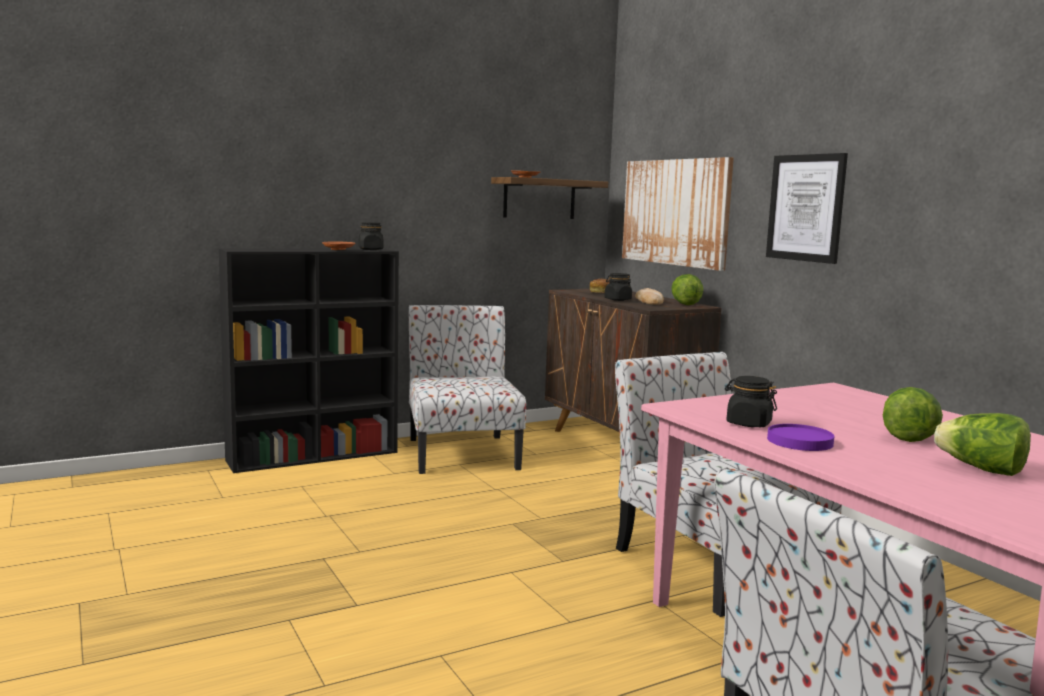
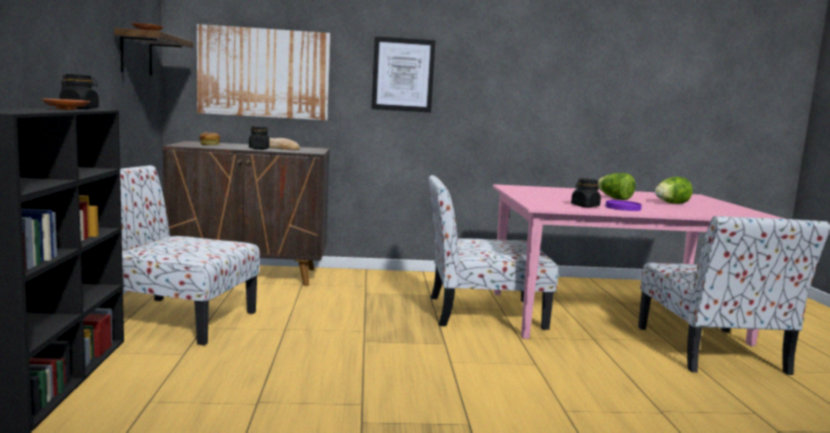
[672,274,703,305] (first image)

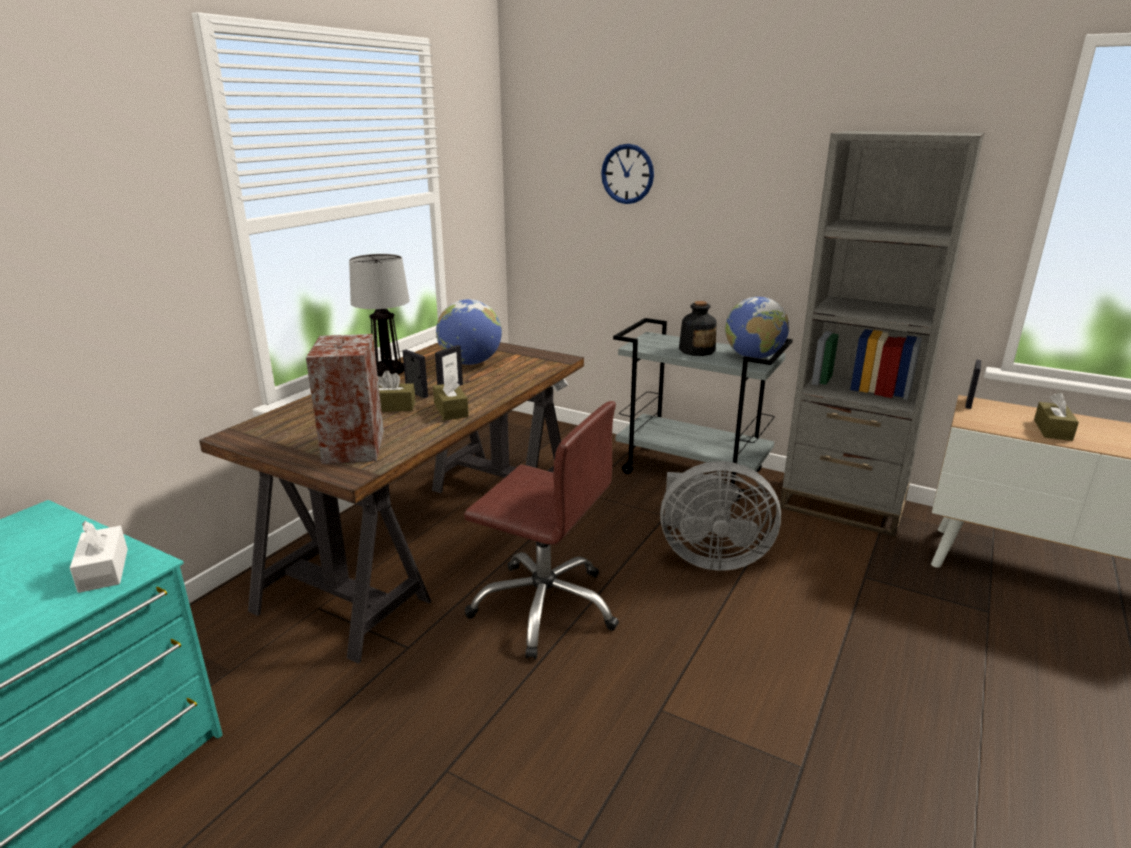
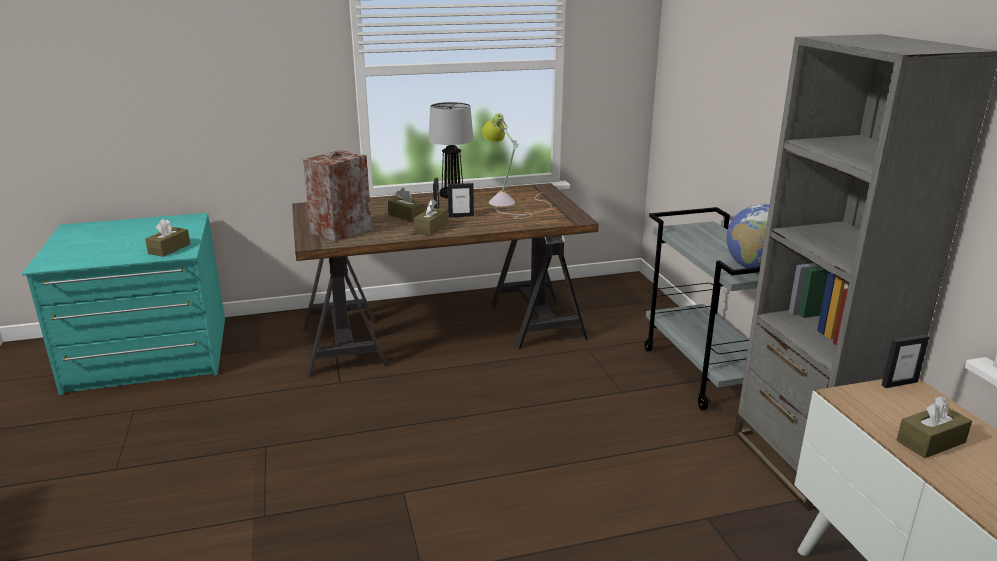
[601,144,654,204] (first image)
[482,113,552,219]
[679,301,717,356] (first image)
[464,401,619,659] (first image)
[660,461,781,571] (first image)
[145,218,190,257]

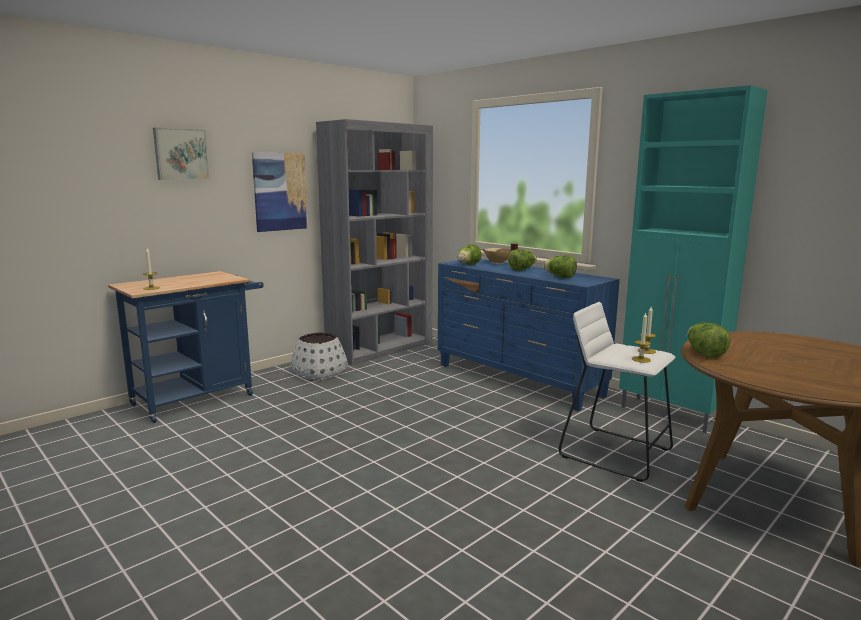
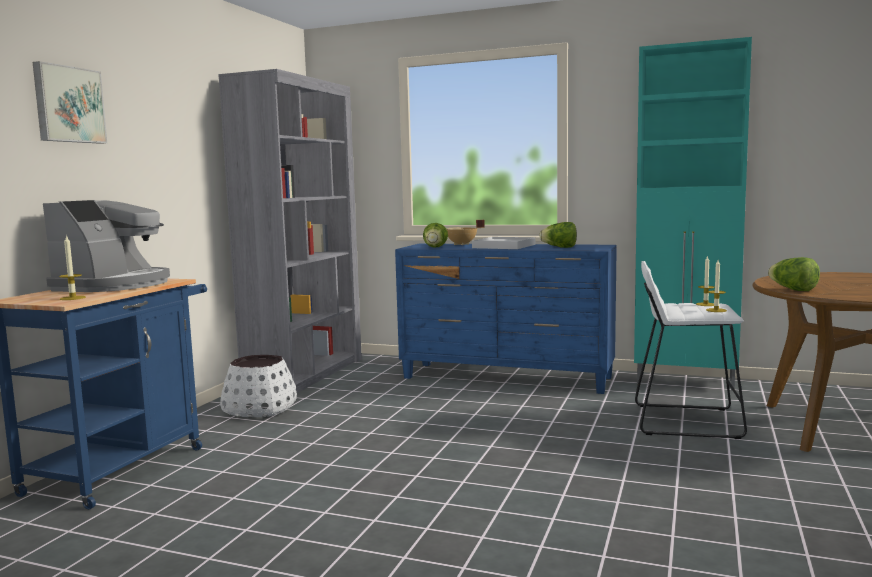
[252,152,308,232] (first image)
[472,237,535,249]
[43,200,170,292]

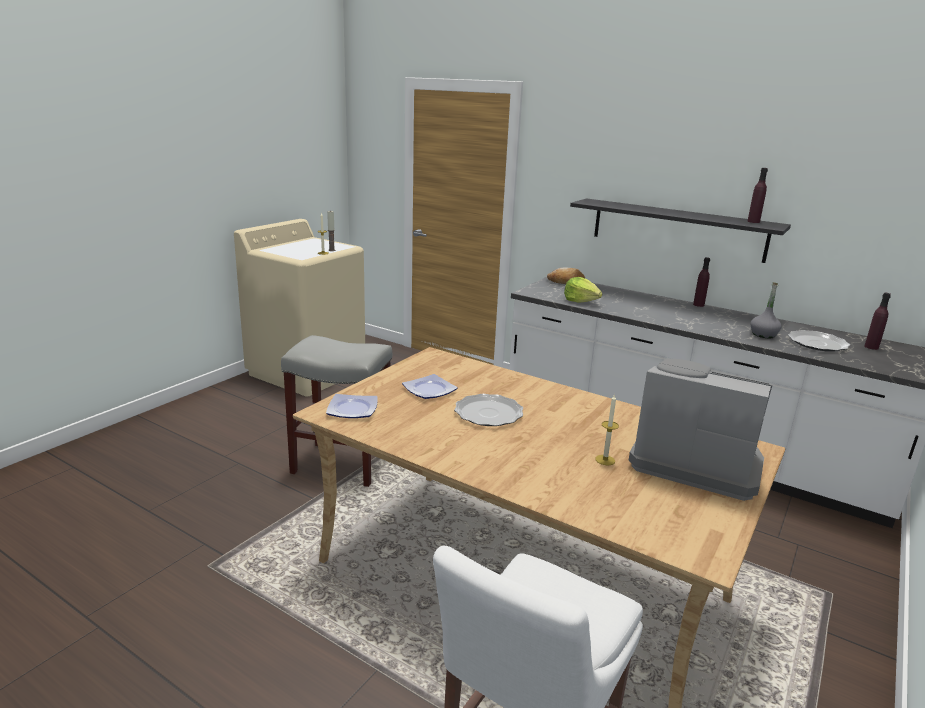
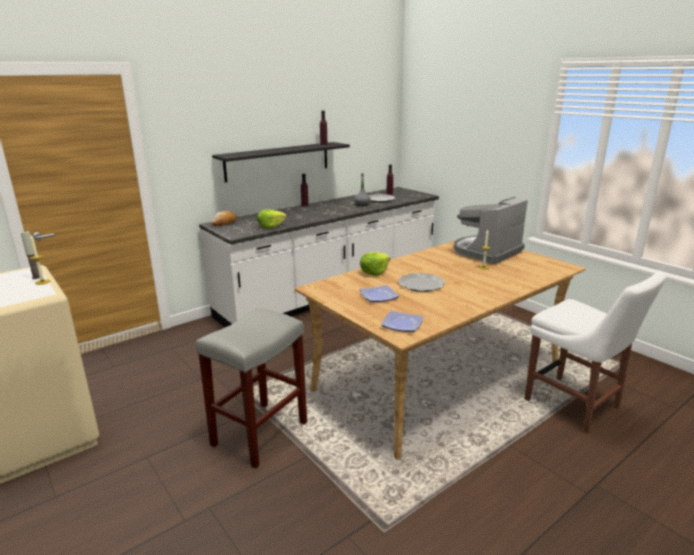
[360,252,390,276]

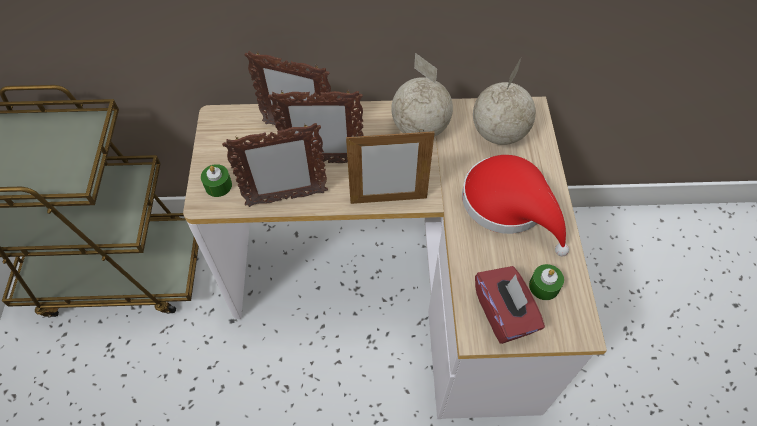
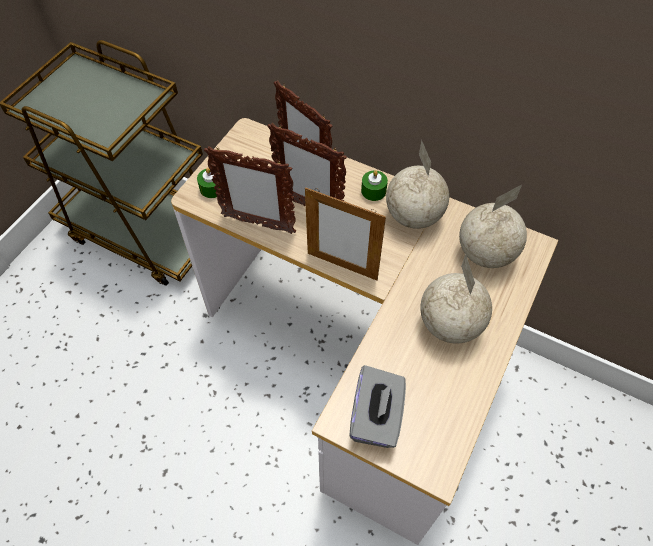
[420,254,492,344]
[361,170,388,201]
[349,365,406,448]

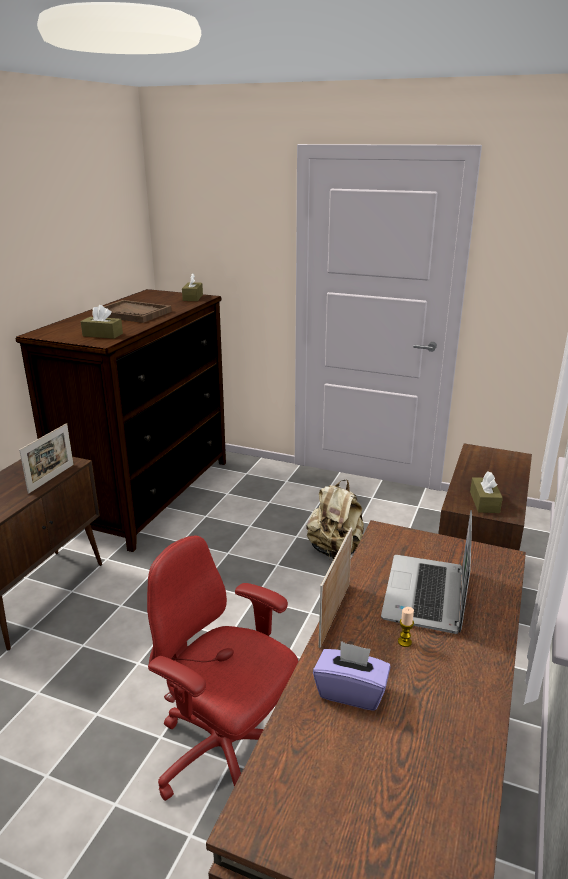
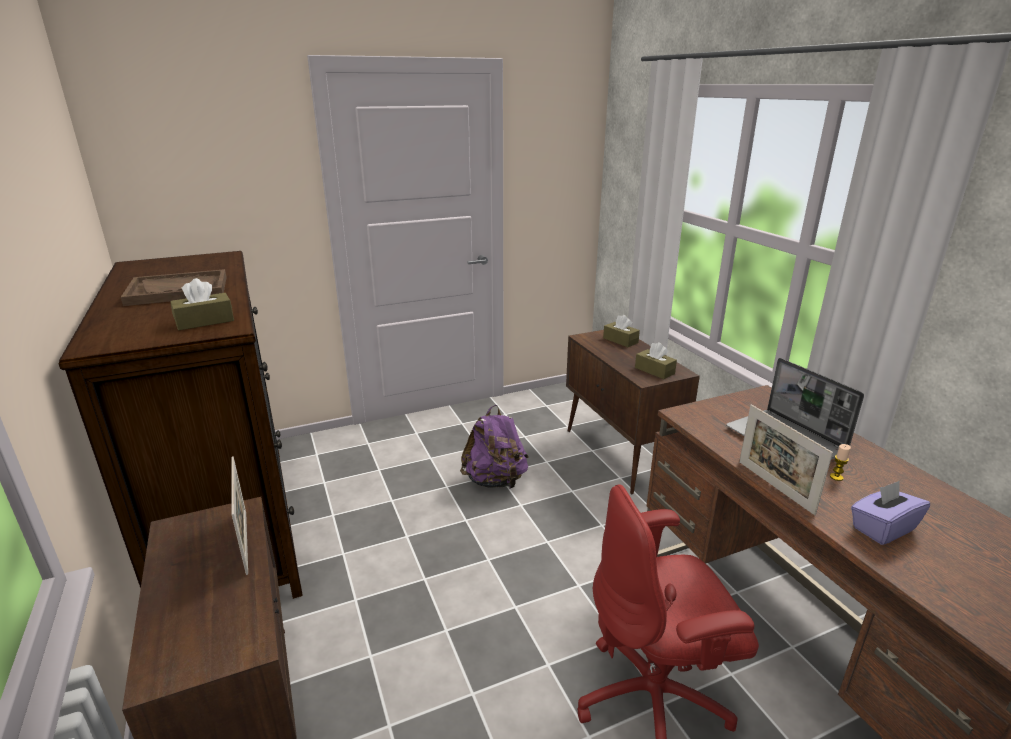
[603,315,640,347]
[460,405,529,489]

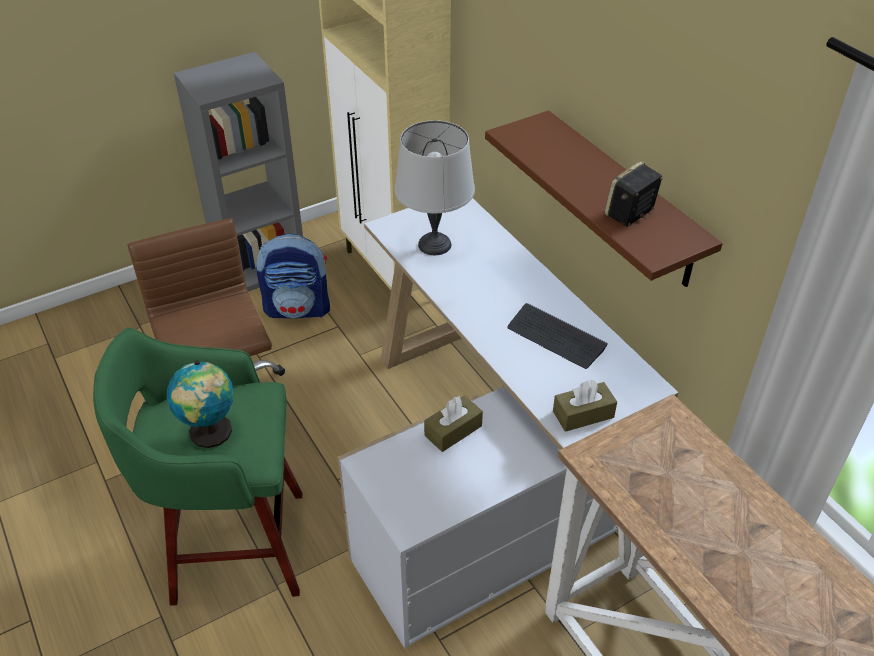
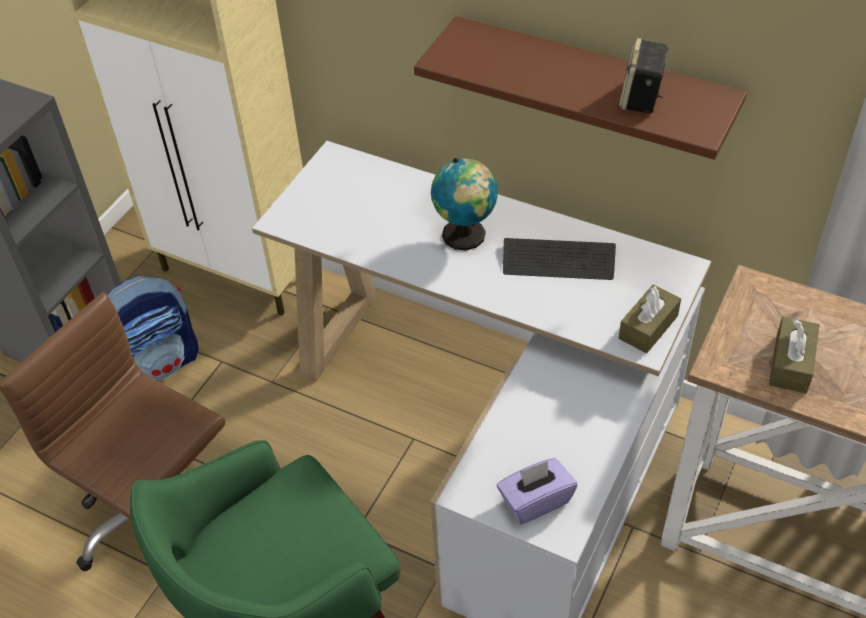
[395,120,475,255] (first image)
[431,158,498,251]
[769,317,819,394]
[497,458,577,525]

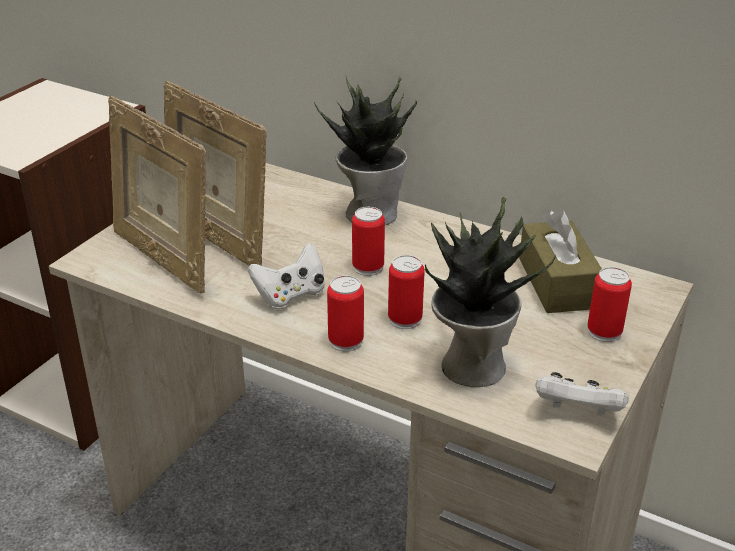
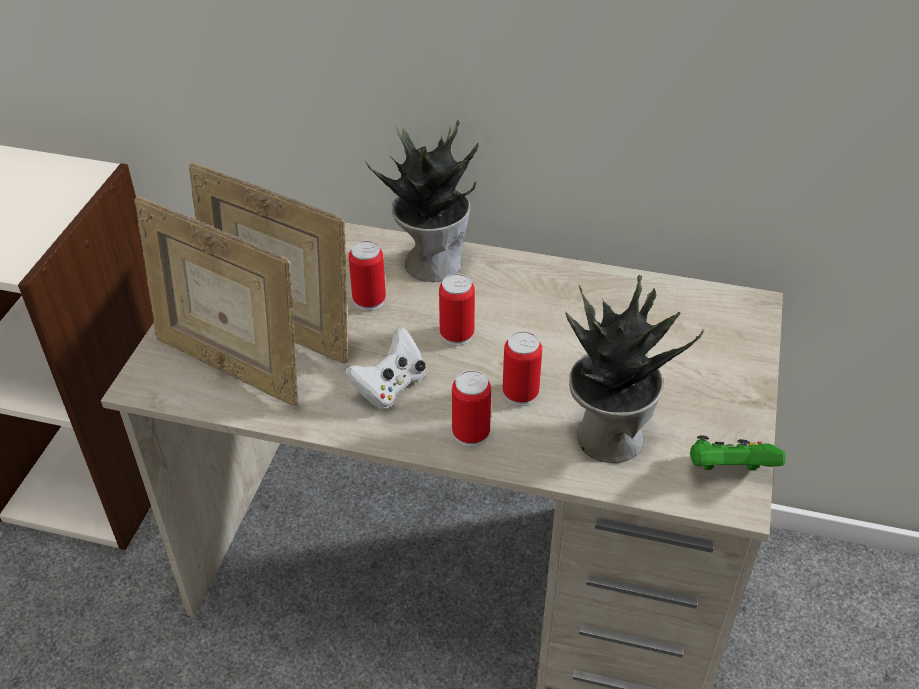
[519,210,602,313] (first image)
[349,240,386,311]
[690,435,786,470]

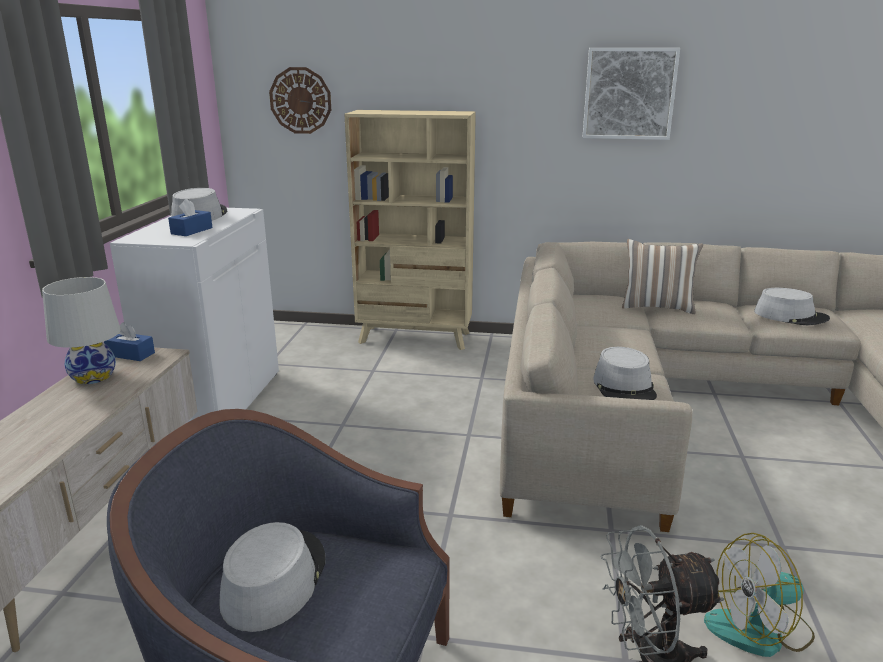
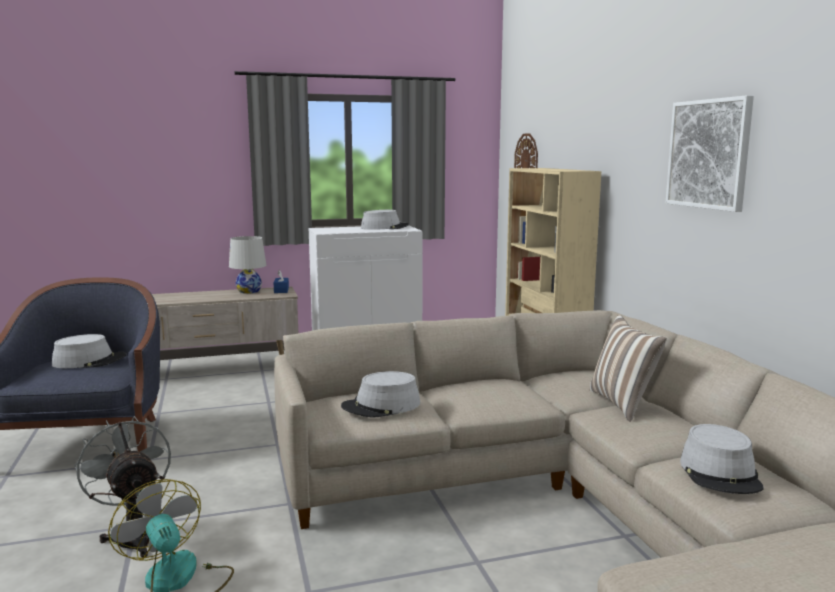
[168,198,213,236] (first image)

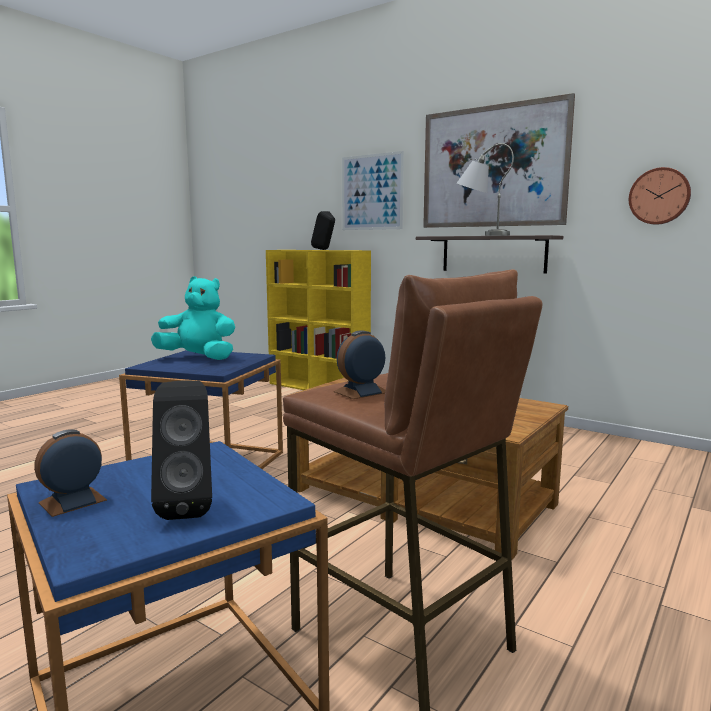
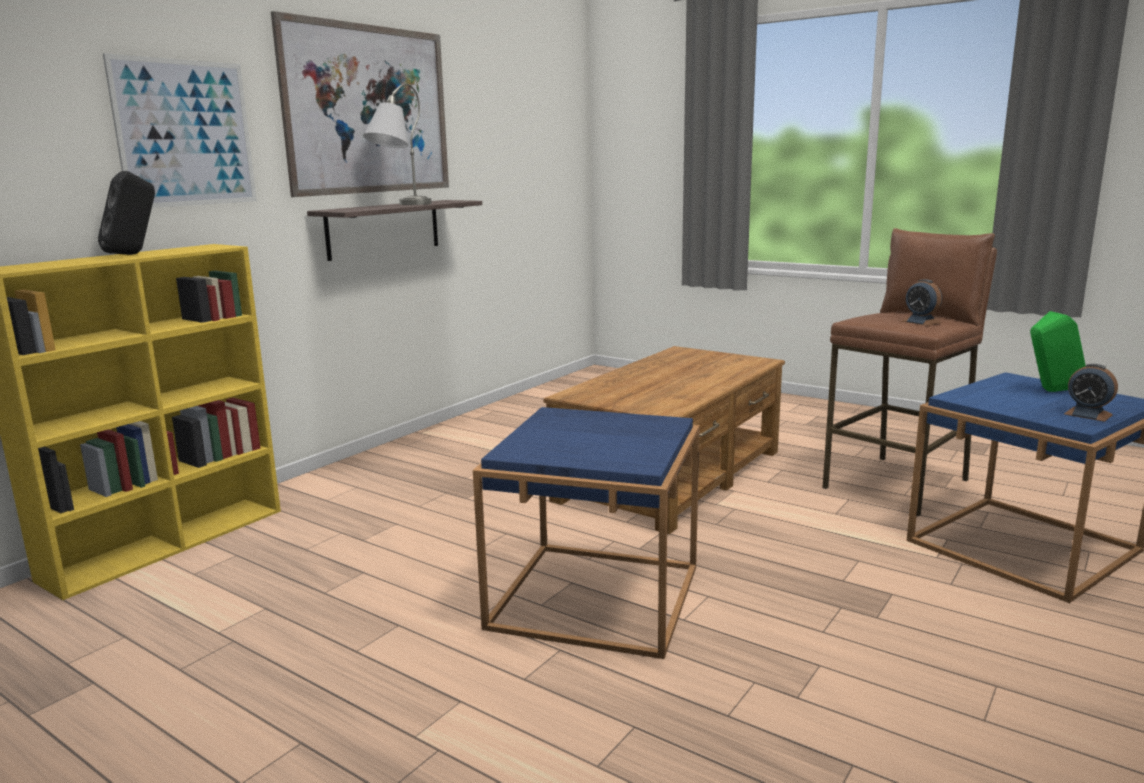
[629,167,691,225] (first image)
[151,276,235,360] (first image)
[1030,311,1086,392]

